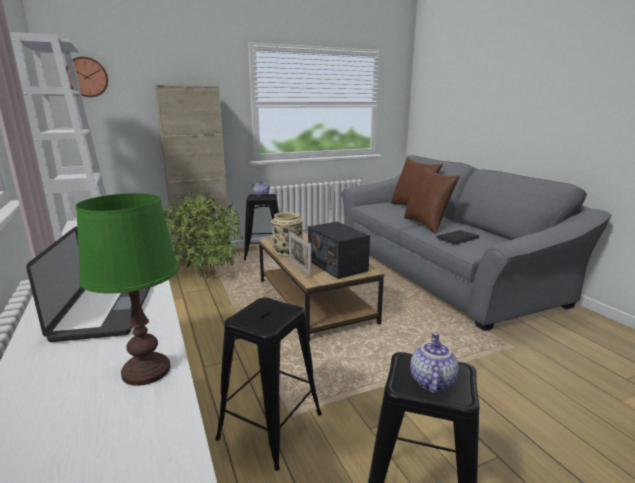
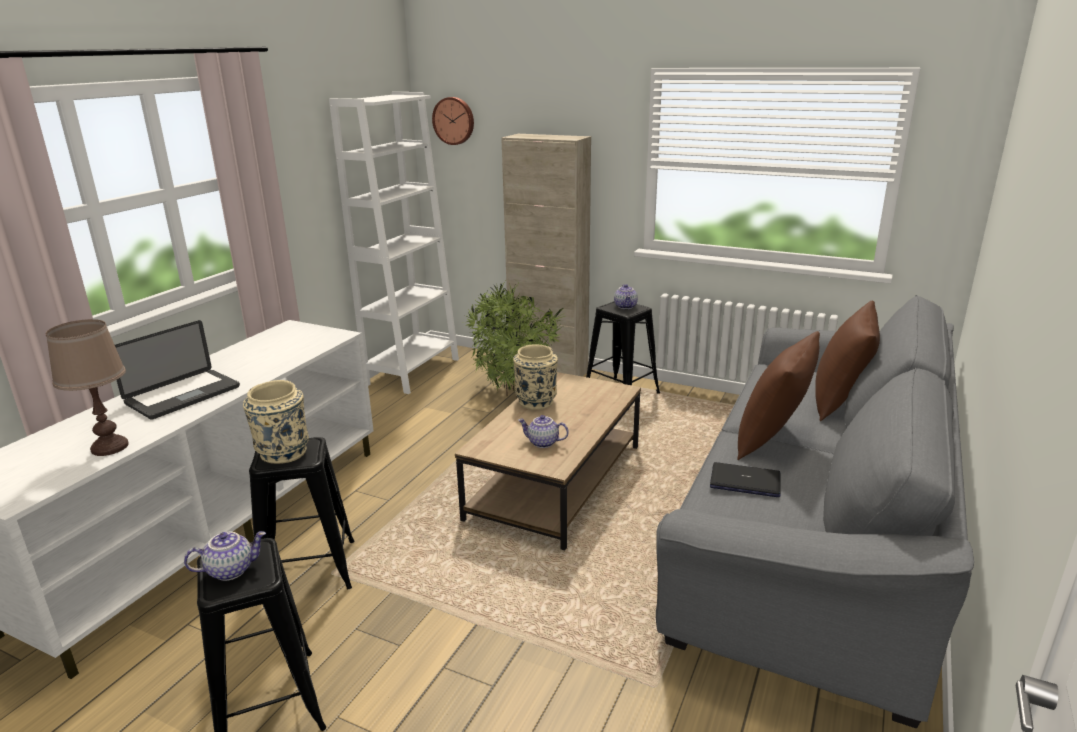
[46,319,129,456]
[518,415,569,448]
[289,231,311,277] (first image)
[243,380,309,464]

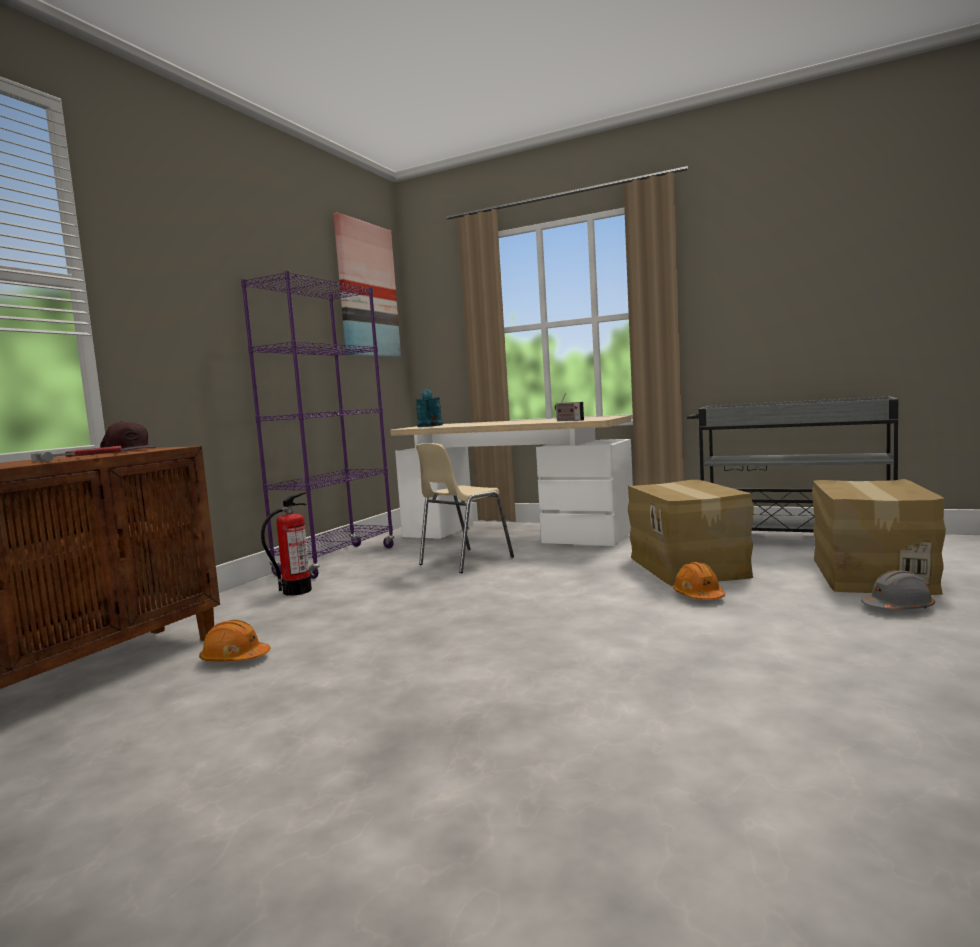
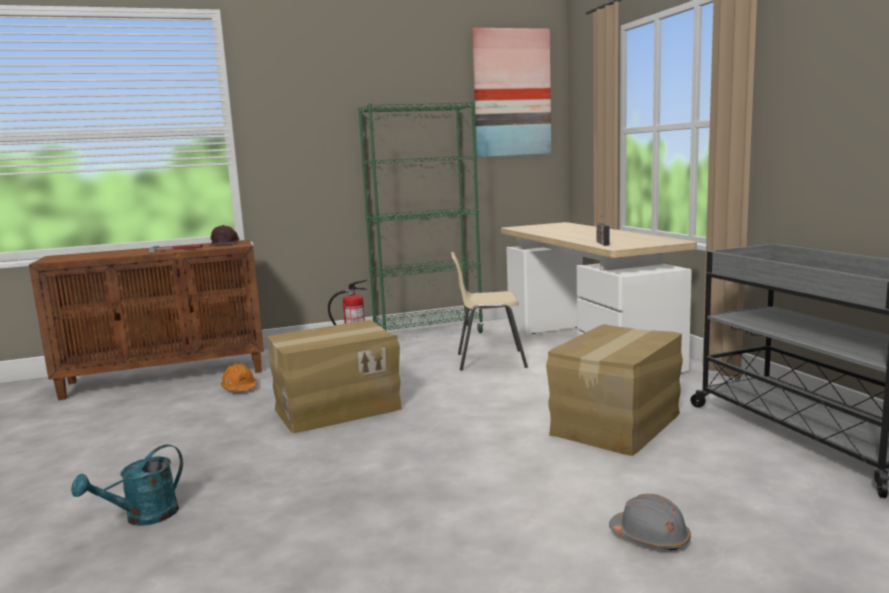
[358,101,484,333]
[71,444,183,526]
[267,320,402,433]
[673,562,725,600] (first image)

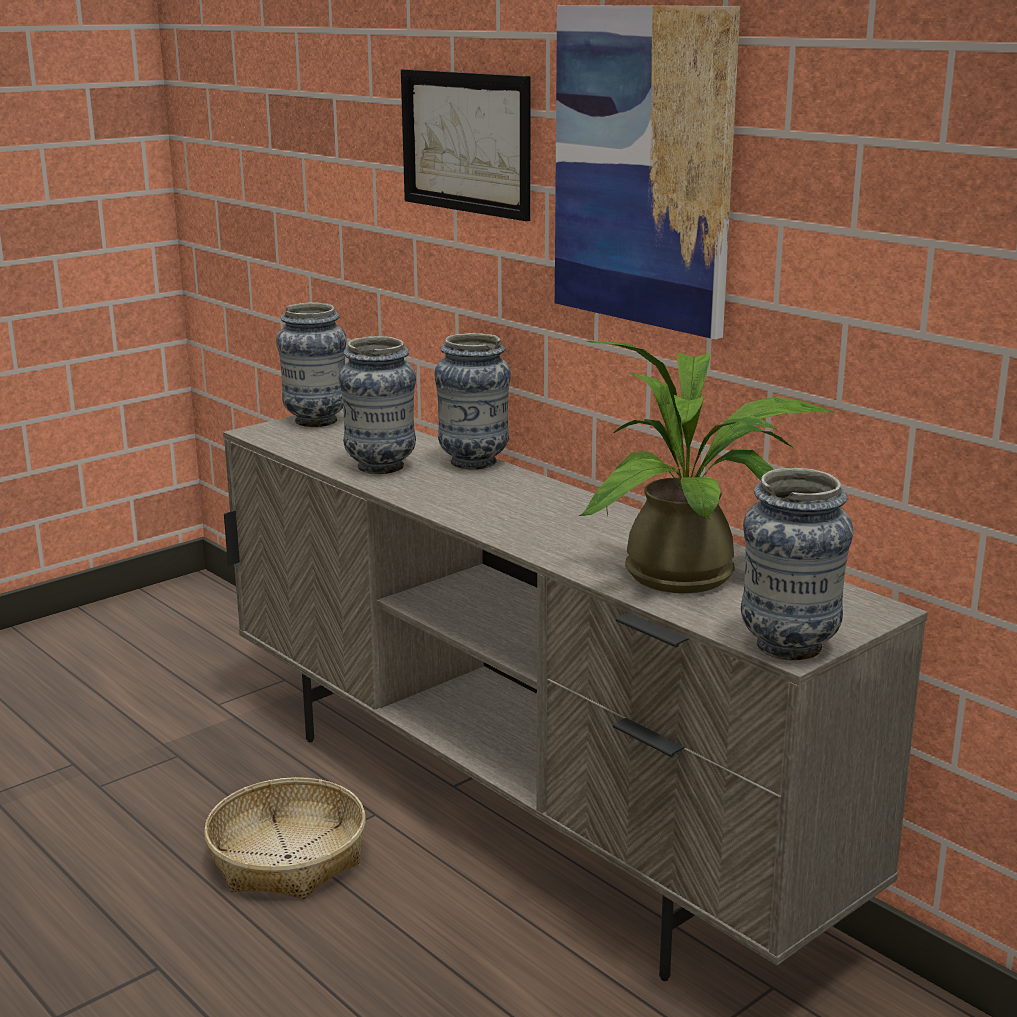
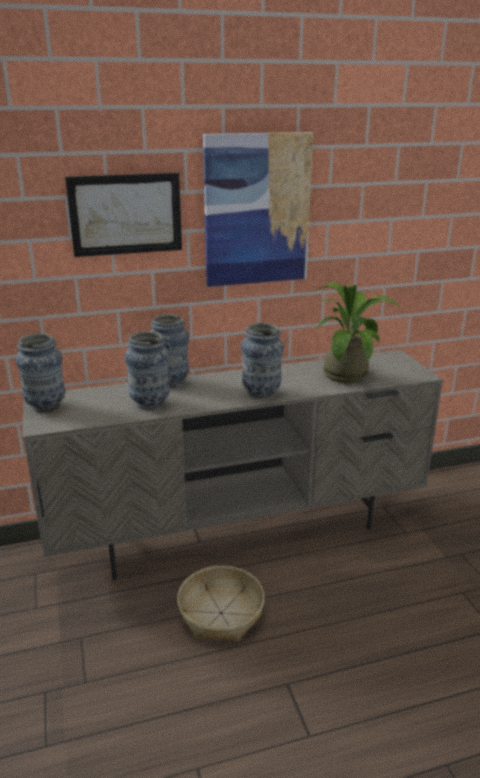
[241,323,284,399]

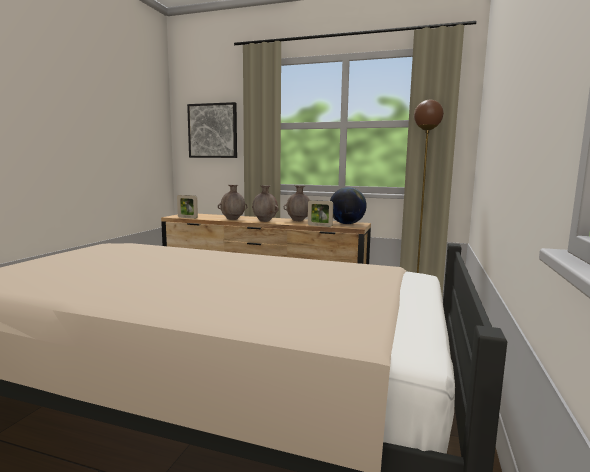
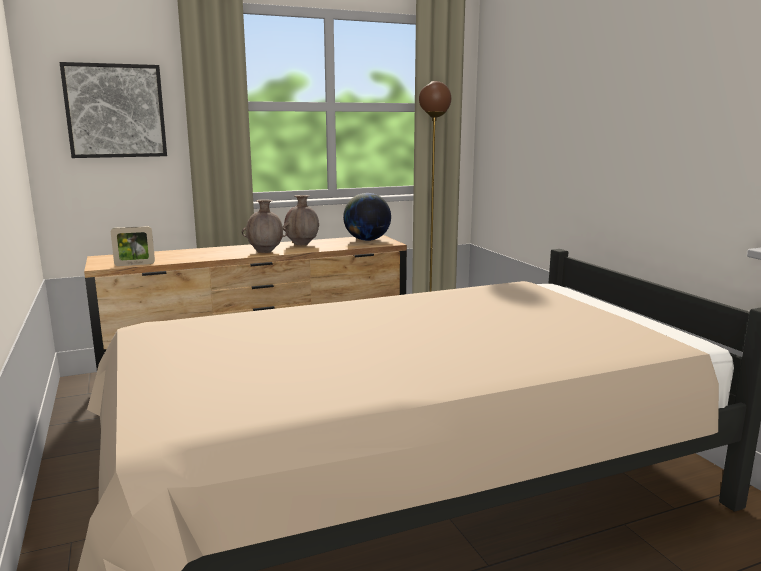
[218,185,248,220] (first image)
[308,200,333,227] (first image)

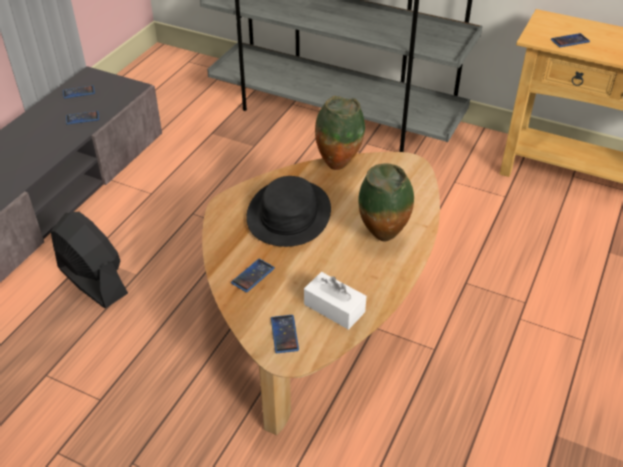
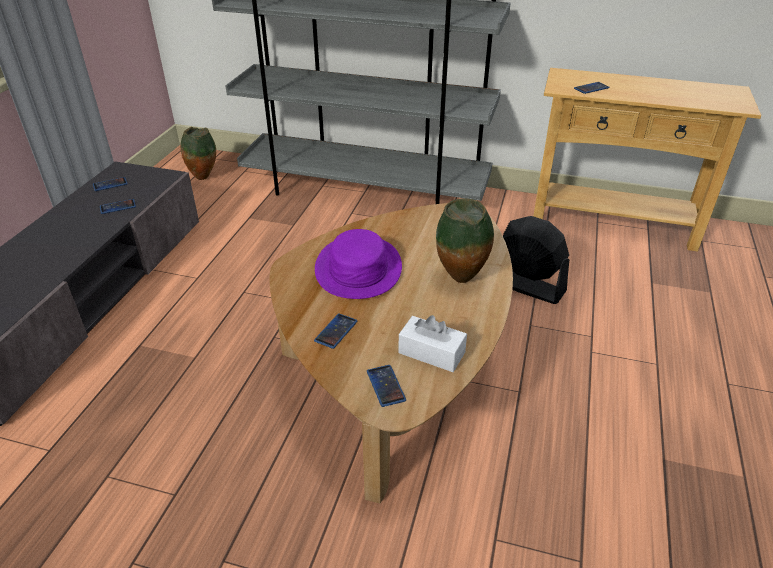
[181,127,216,180]
[315,229,402,299]
[503,216,569,304]

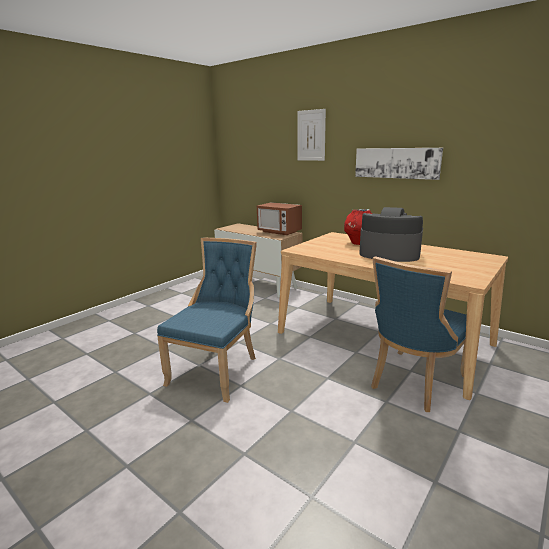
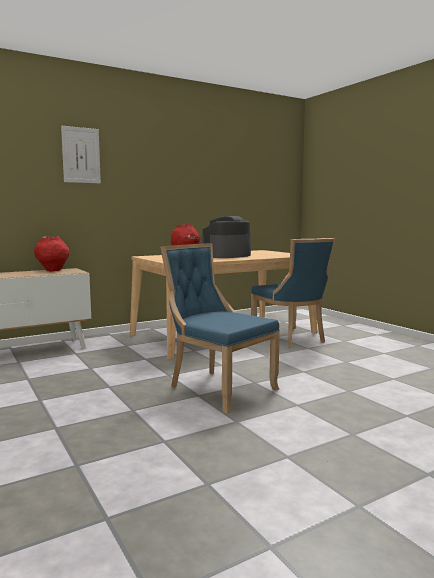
[355,148,443,180] (first image)
[34,236,70,271]

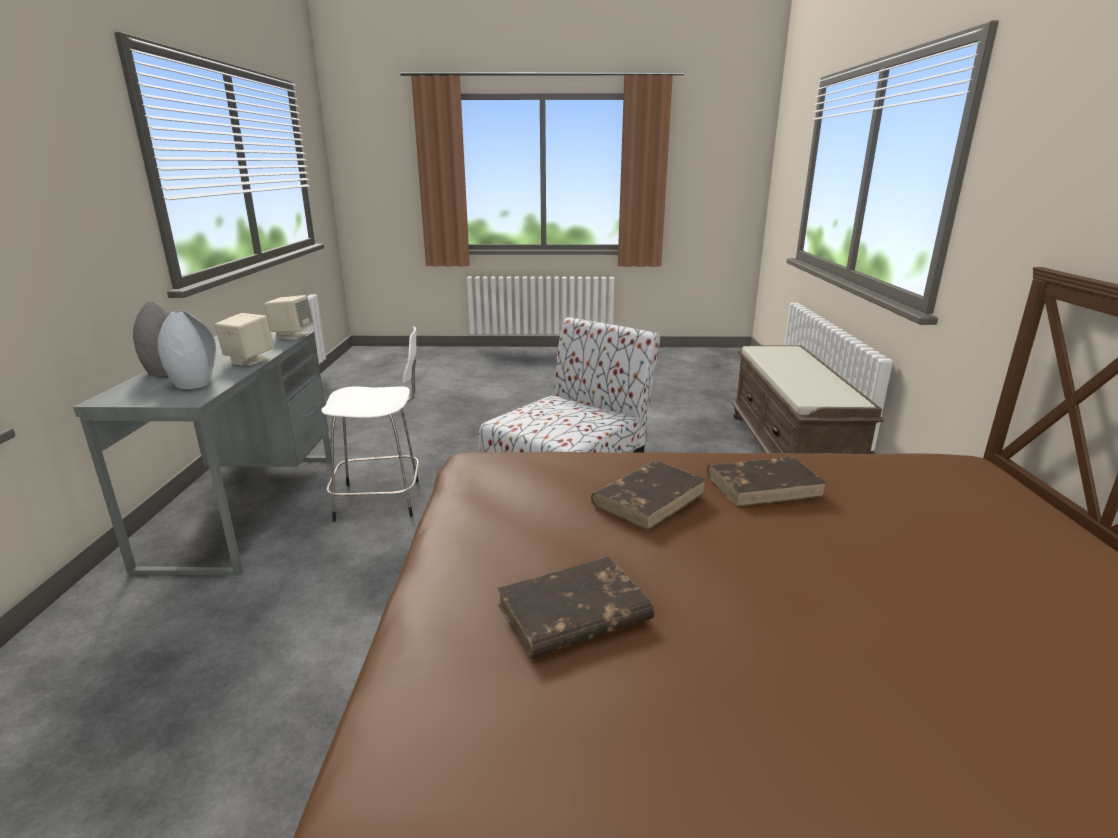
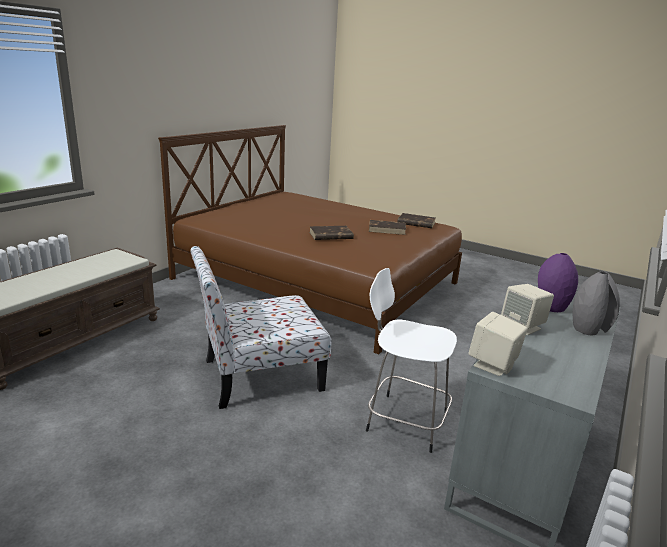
[538,253,578,312]
[397,213,436,228]

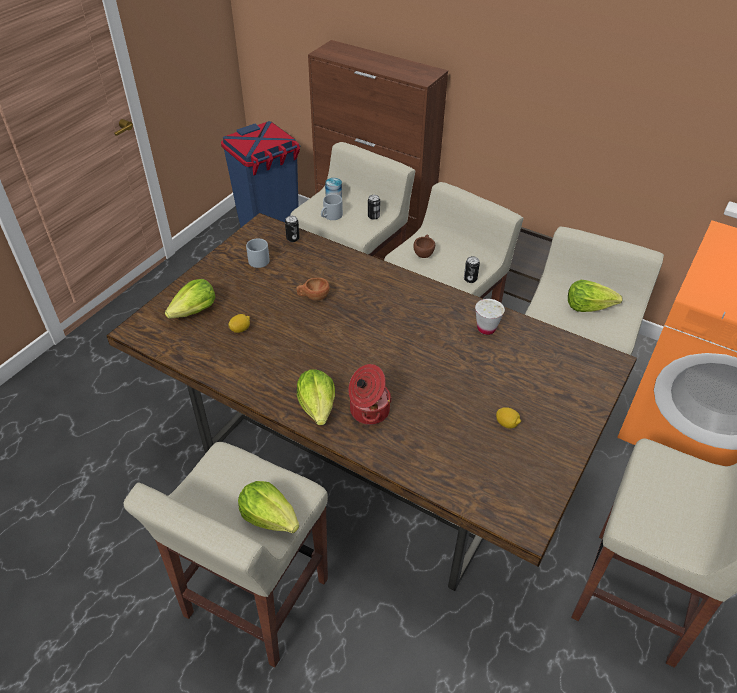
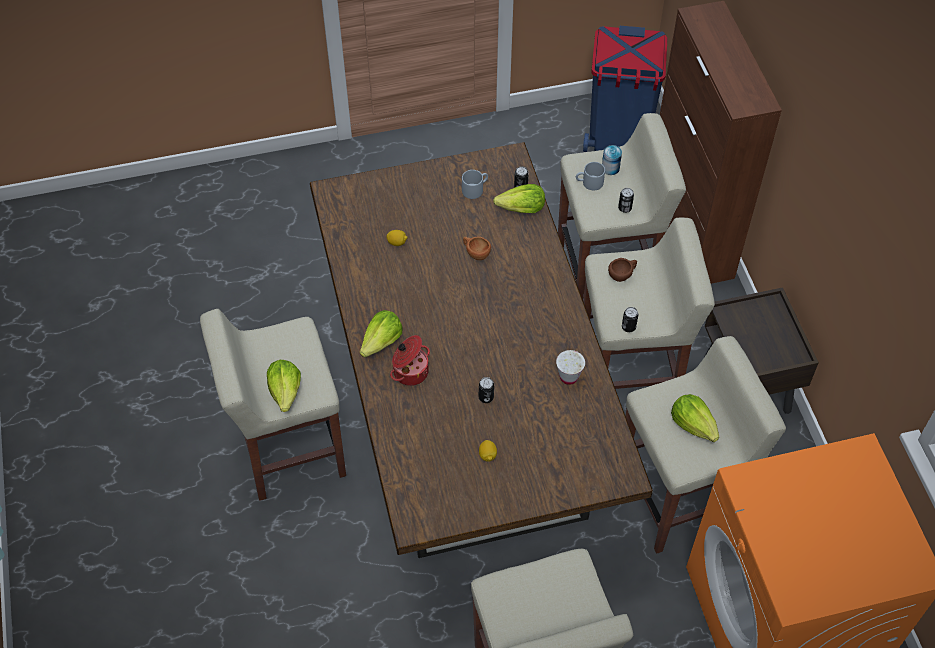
[493,184,545,213]
[479,377,494,403]

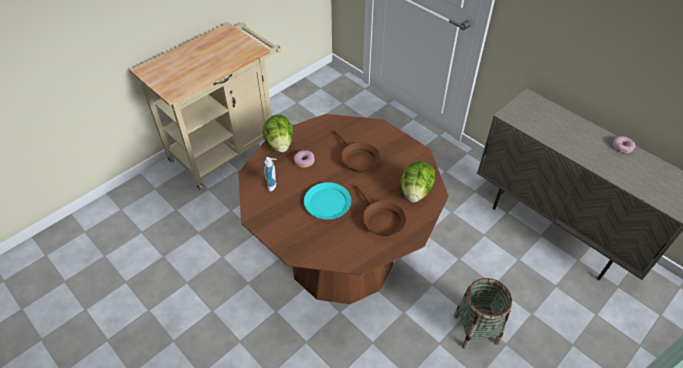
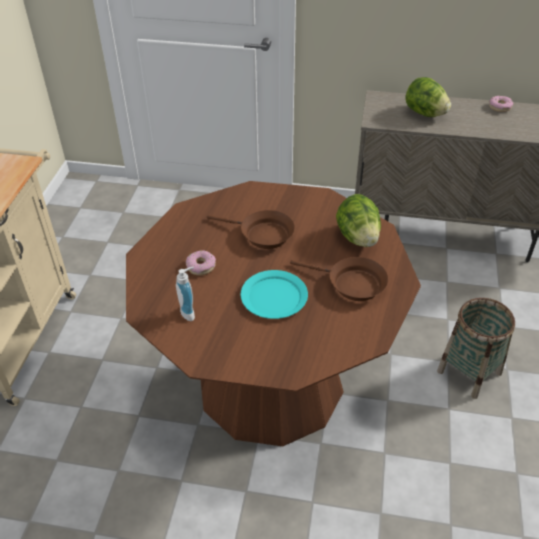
[405,77,451,117]

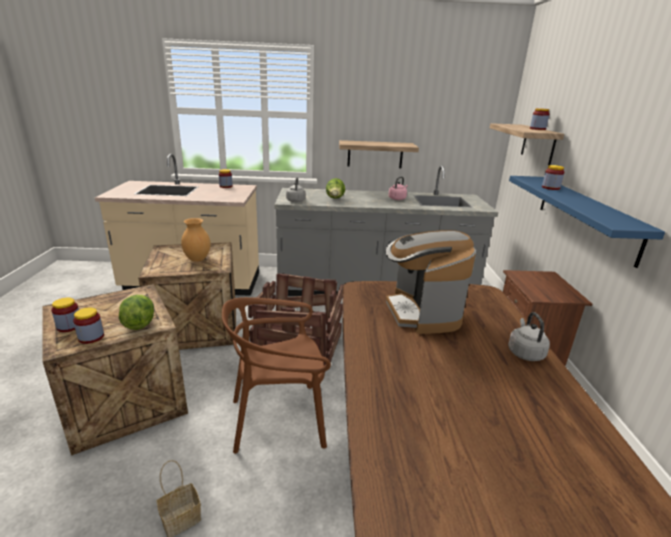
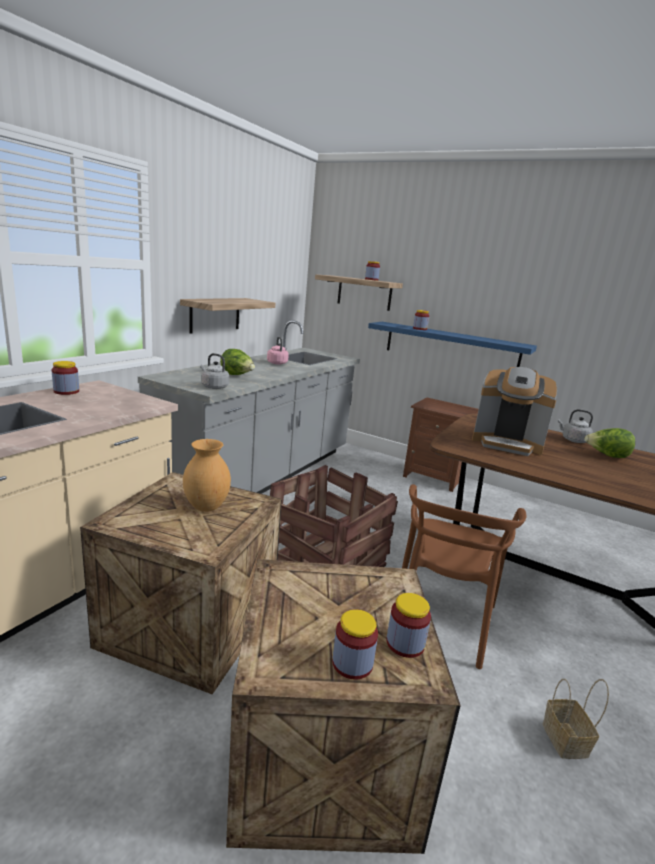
[584,428,635,458]

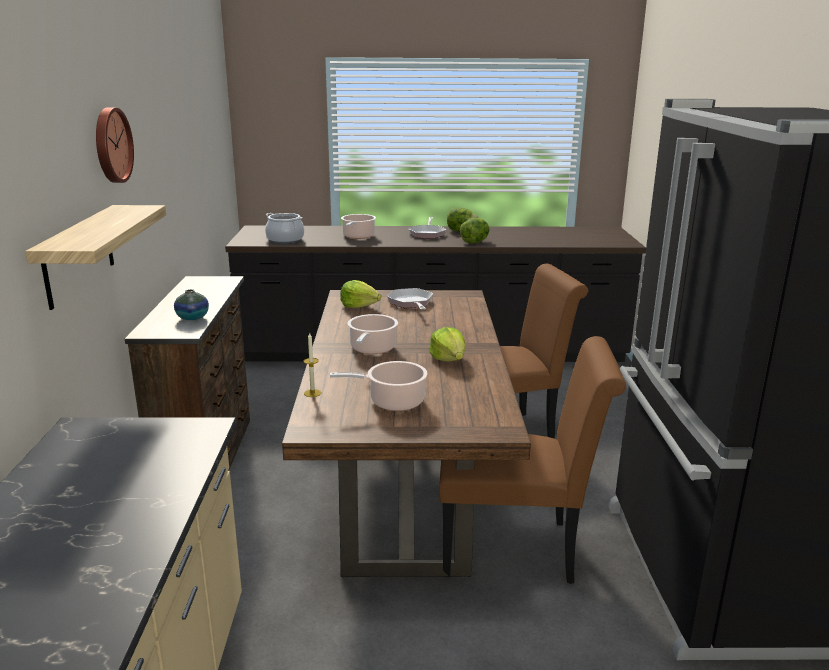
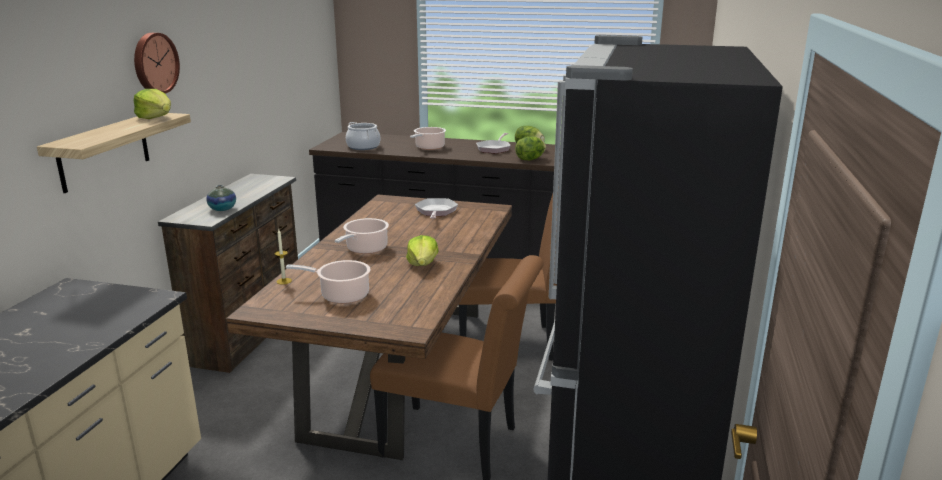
[133,89,171,119]

